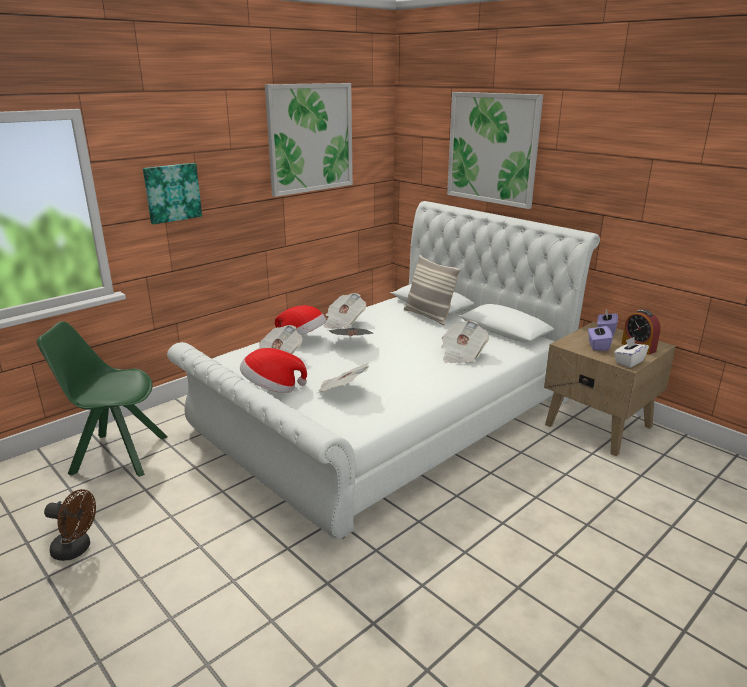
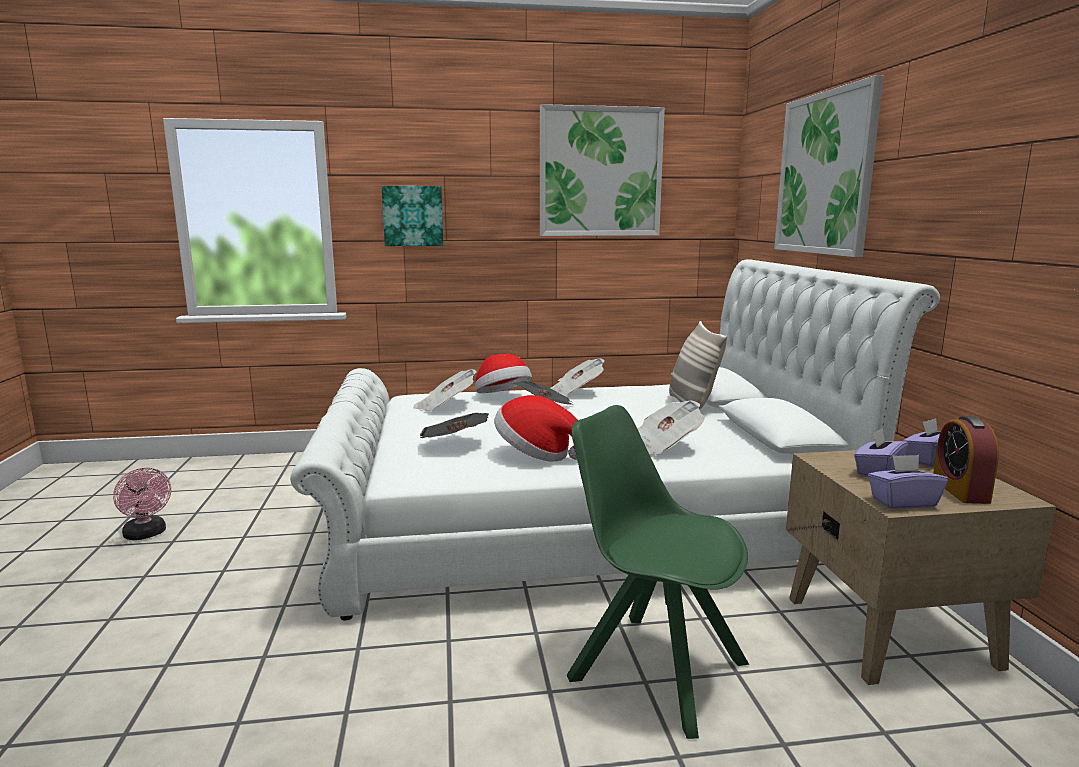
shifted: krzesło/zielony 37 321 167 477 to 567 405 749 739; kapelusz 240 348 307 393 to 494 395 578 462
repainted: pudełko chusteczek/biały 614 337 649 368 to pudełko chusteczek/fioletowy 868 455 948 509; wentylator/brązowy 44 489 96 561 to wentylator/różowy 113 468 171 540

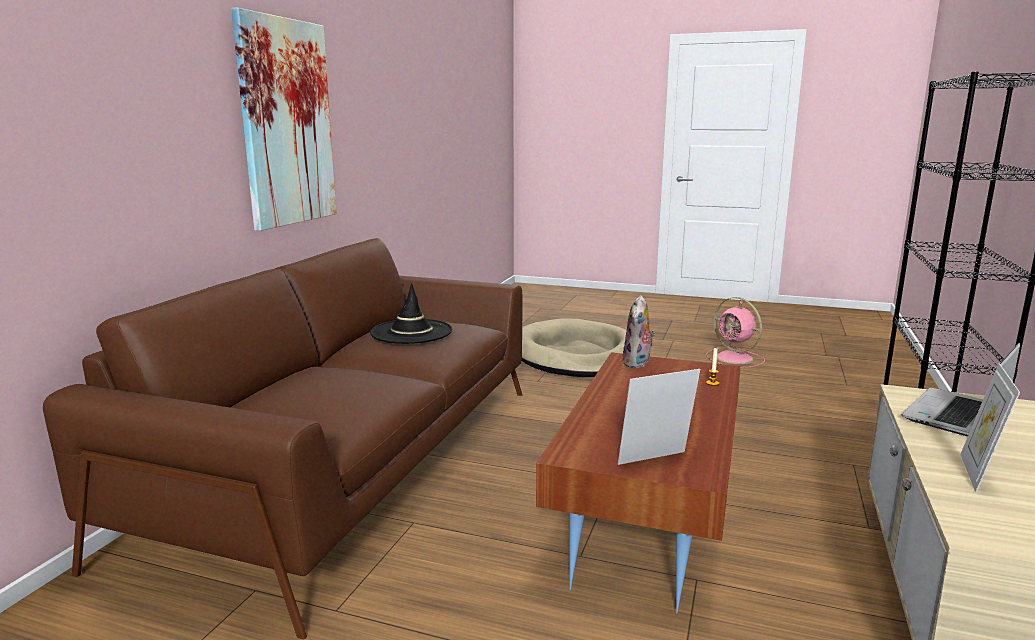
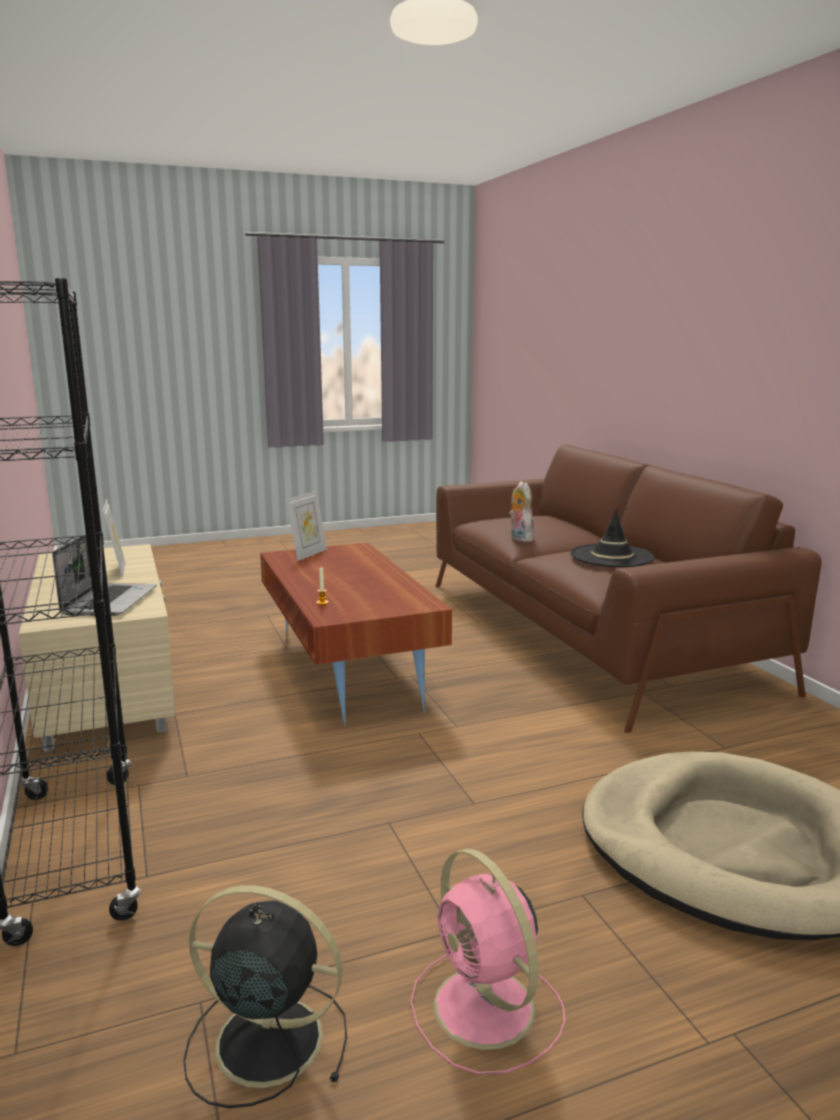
gone: obraz 231 8 337 231
new: wentylator/czarny 183 885 347 1108
shifted: pluszak 623 295 656 368 to 509 481 536 542
rotated: wentylator/różowy 706 297 765 368 = 410 849 565 1075 135 degrees counterclockwise

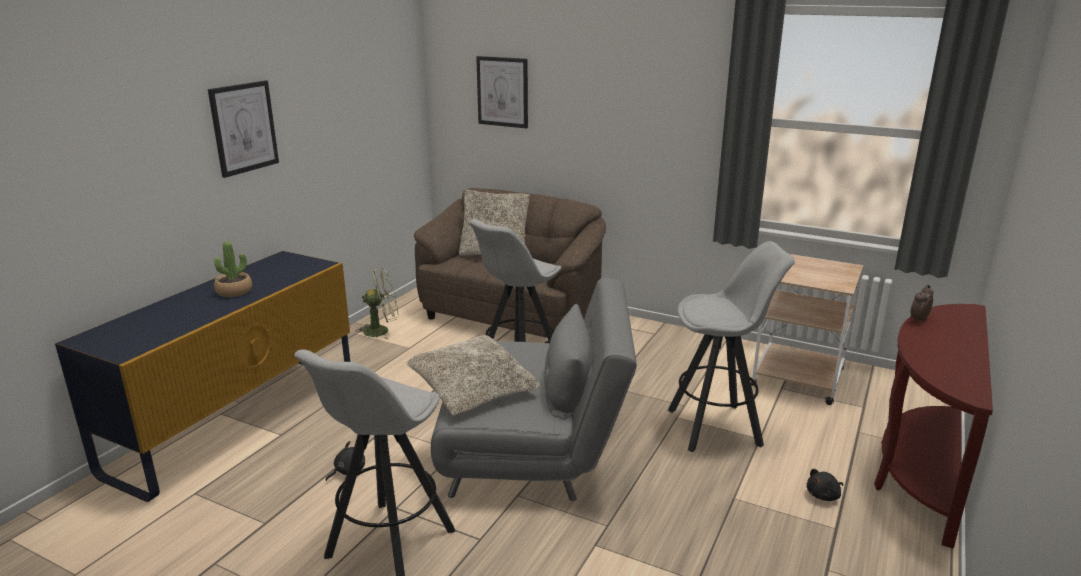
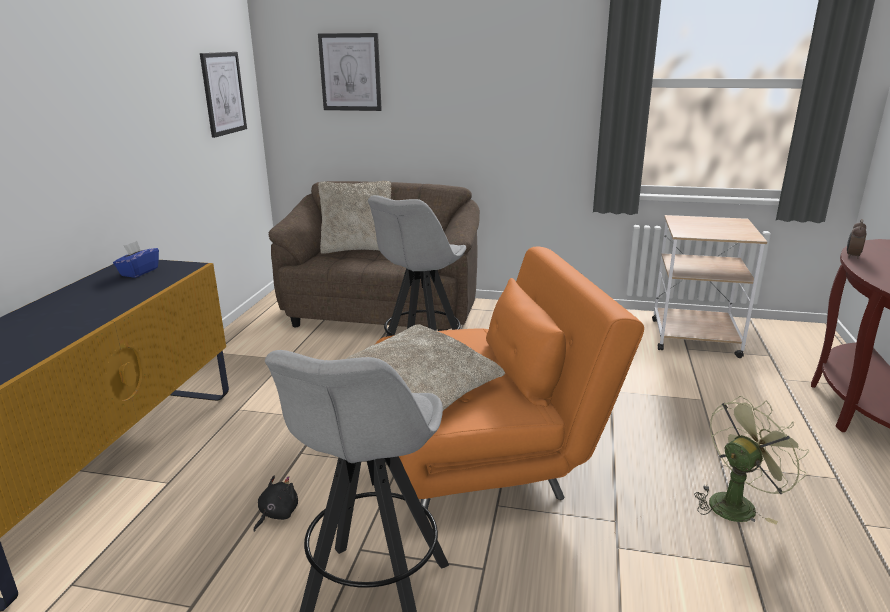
gone: roślina doniczkowa 214 241 252 297; stołek/szary 668 241 795 452; pluszak/czarny 807 469 844 501
new: pudełko chusteczek/niebieski 113 241 159 278
shifted: obraz 208 80 279 178 to 200 52 247 138; wentylator/zielony 355 268 398 340 to 694 396 809 525
repainted: fotel/szary 431 278 637 501 to fotel/pomarańczowy 375 247 644 510

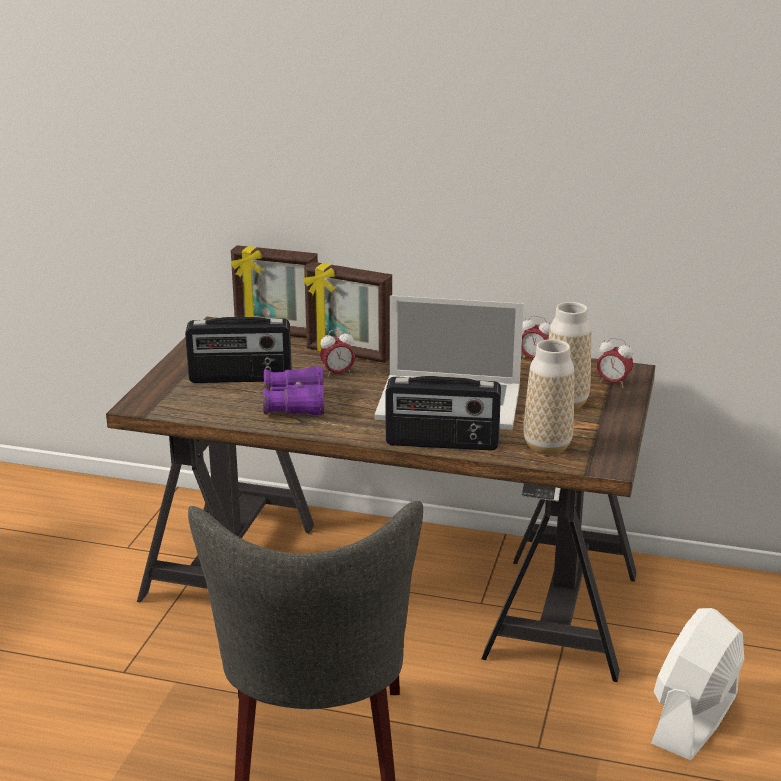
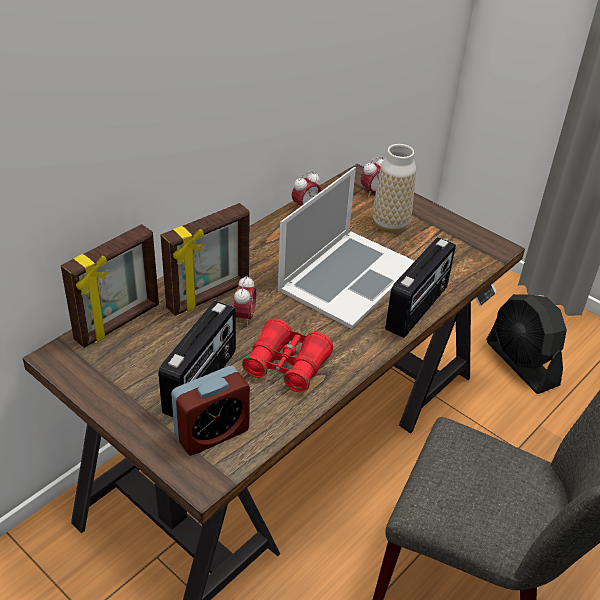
gone: wazon 524 339 574 455
new: budzik 171 366 250 456
repainted: lornetka/fioletowy 263 366 324 415 to lornetka/czerwony 242 318 333 393; wentylator/biały 651 608 744 760 to wentylator/czarny 486 294 567 394

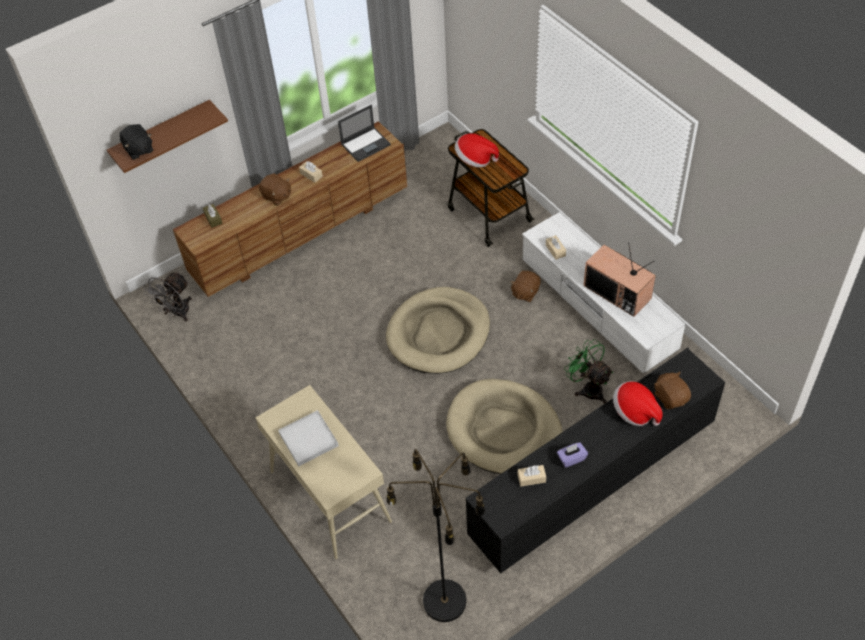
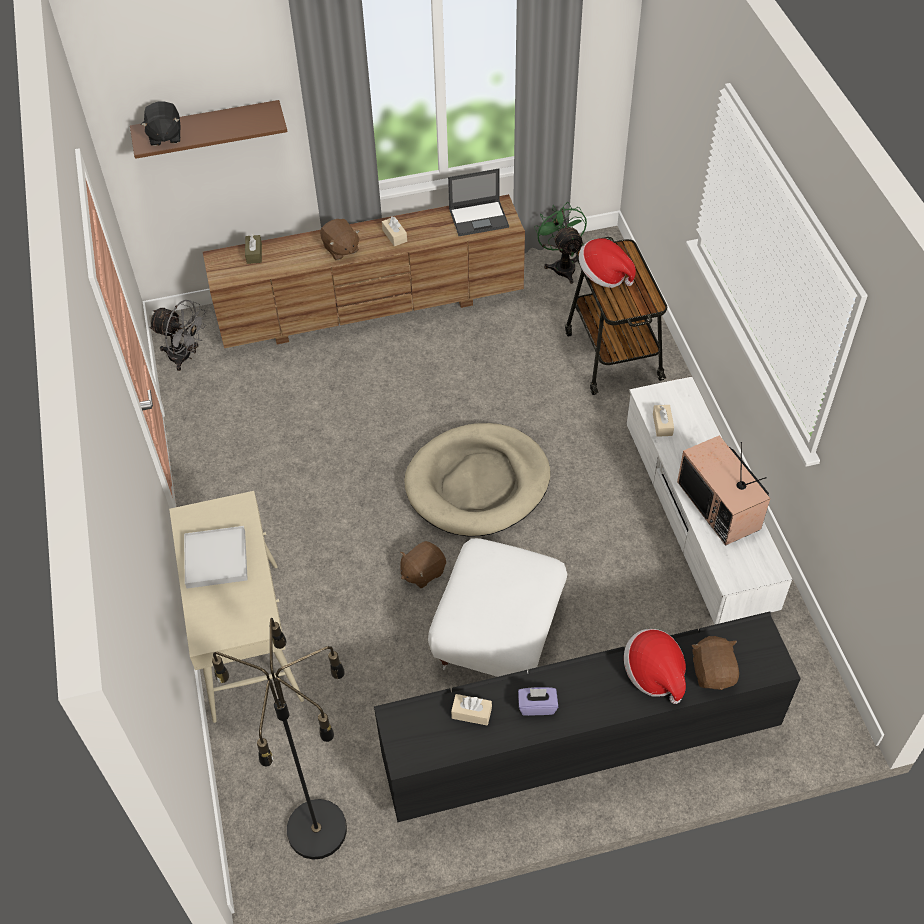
shifted: pluszak/brązowy 510 271 541 302 to 400 541 446 588; wentylator/zielony 564 339 613 404 to 534 202 587 284
swapped: legowisko/beżowy 446 379 562 474 to pufa/biały 428 538 567 677
rotated: wentylator/szary 143 272 192 321 = 149 300 206 371 120 degrees counterclockwise

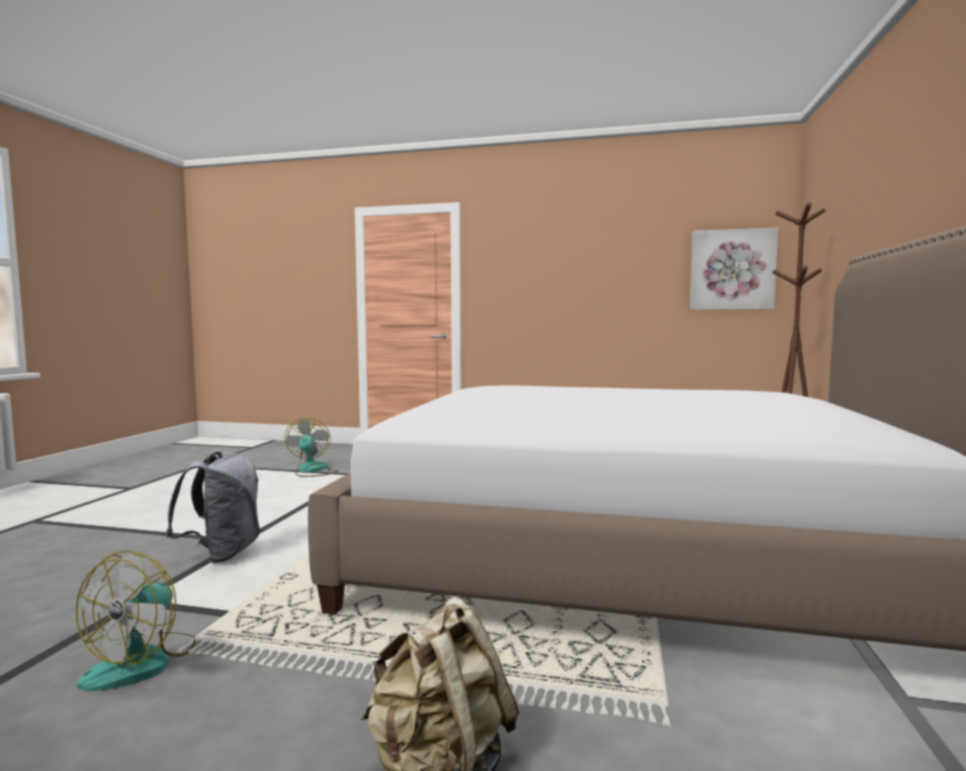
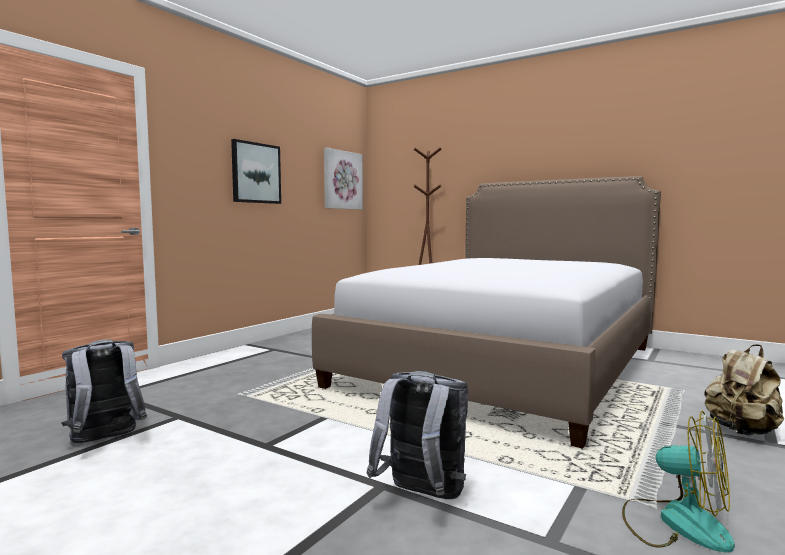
new: obraz 231 139 281 204
swapped: wentylator 284 418 338 477 to plecak/szary 62 339 147 443

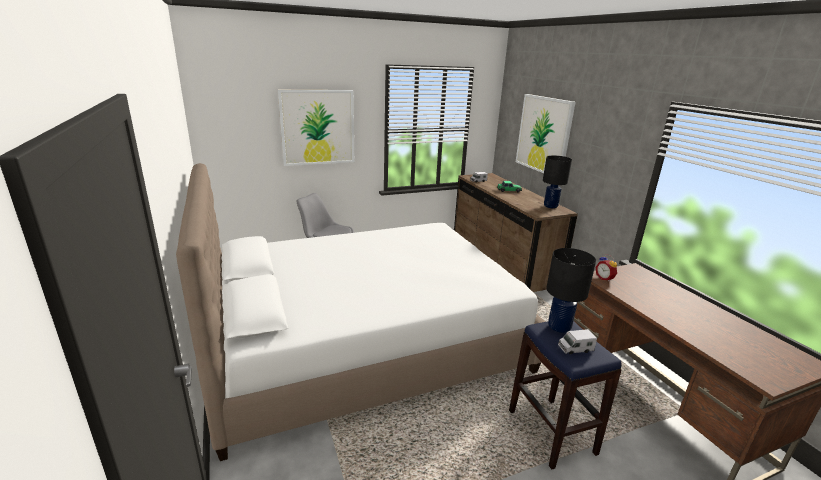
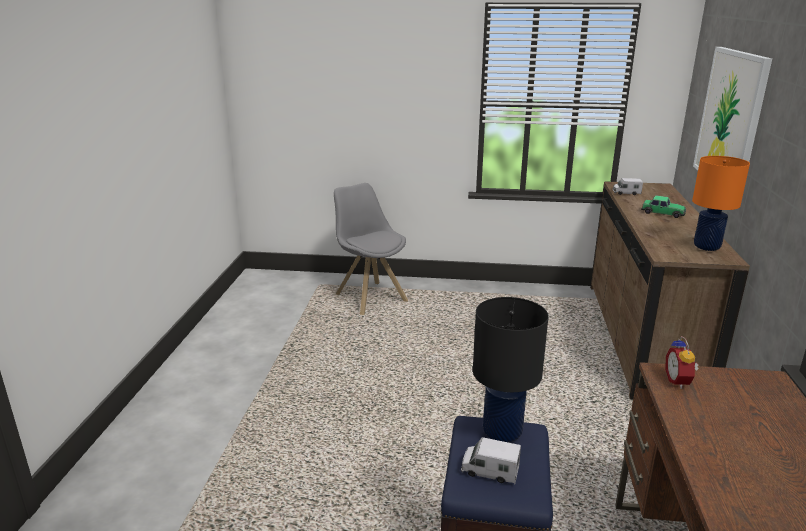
gone: obraz 278 90 354 166; łóżko/biały 176 163 545 461
repainted: lampa stołowa/czarny 543 156 572 208 to lampa stołowa/pomarańczowy 692 156 750 251

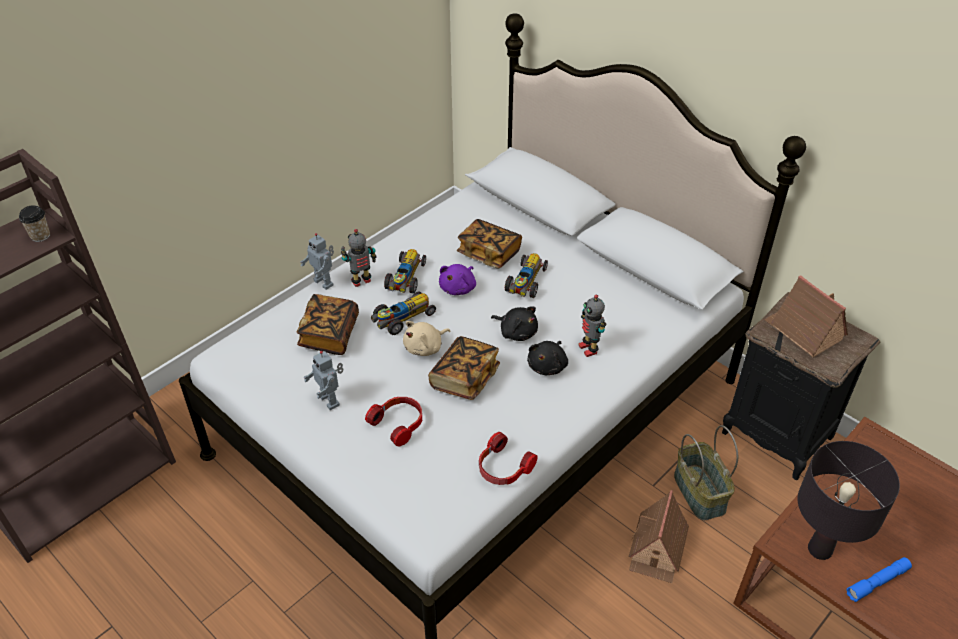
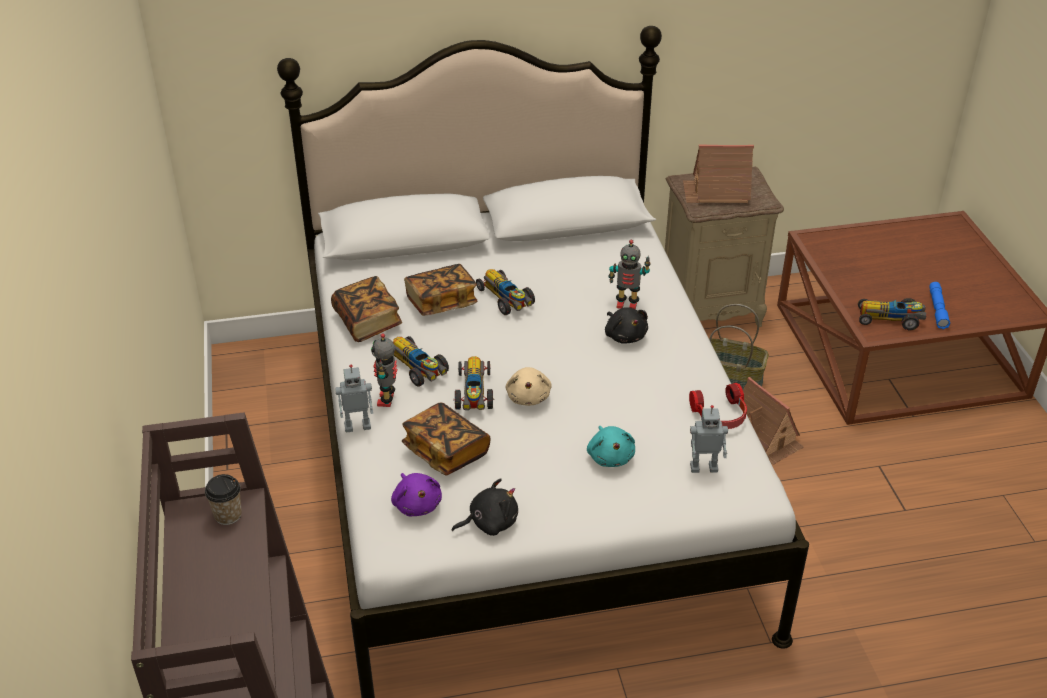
shifted: pluszak/fioletowy 439 264 476 295 to 391 473 442 516; pluszak/czarny 491 306 538 341 to 452 478 518 536; książka 428 336 500 400 to 331 276 402 342; robot zabawkowy 304 351 343 410 to 690 405 728 473
swapped: słuchawki 365 397 422 446 to pluszak/turkusowy 587 426 635 467; lampa stołowa/czarny 798 441 900 560 to samochodzik 858 298 927 330
repainted: szafka nocna/czarny 722 292 880 480 to szafka nocna/beżowy 665 166 784 327

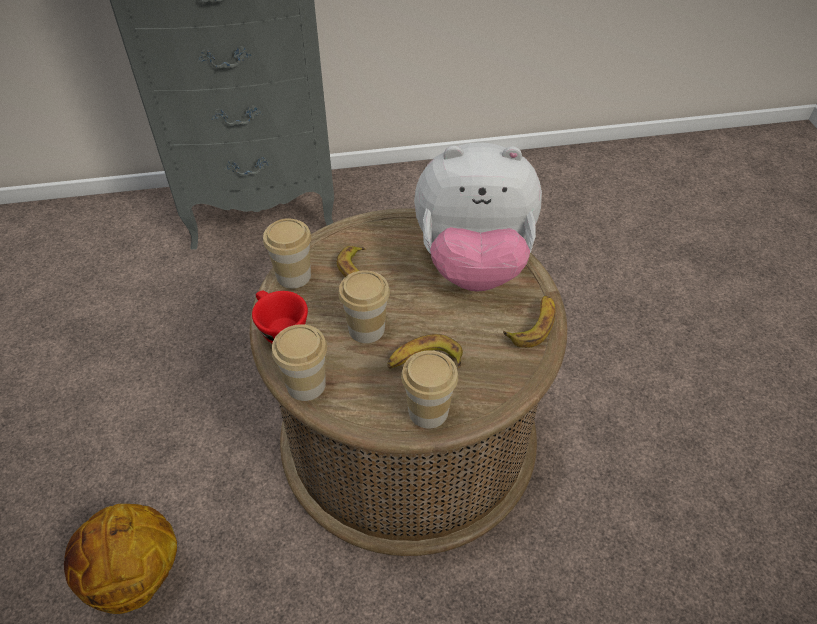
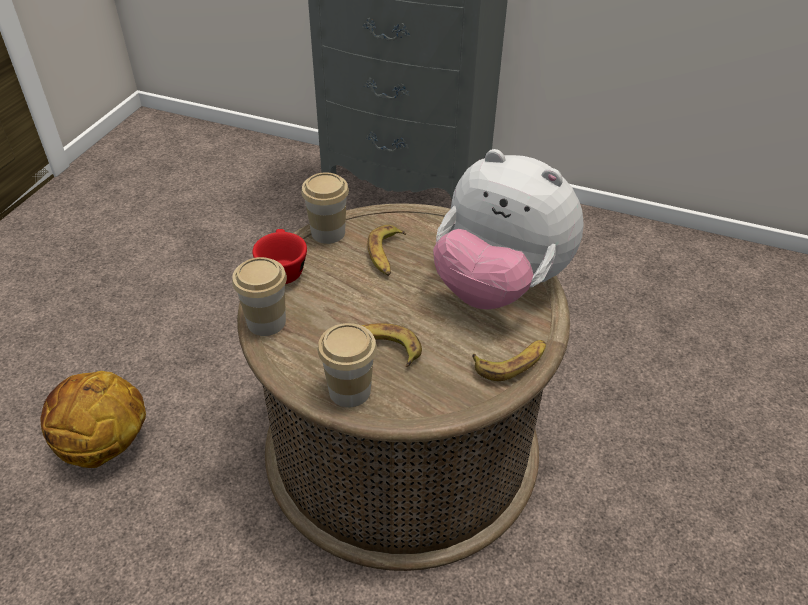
gone: filiżanka 338 270 390 343

